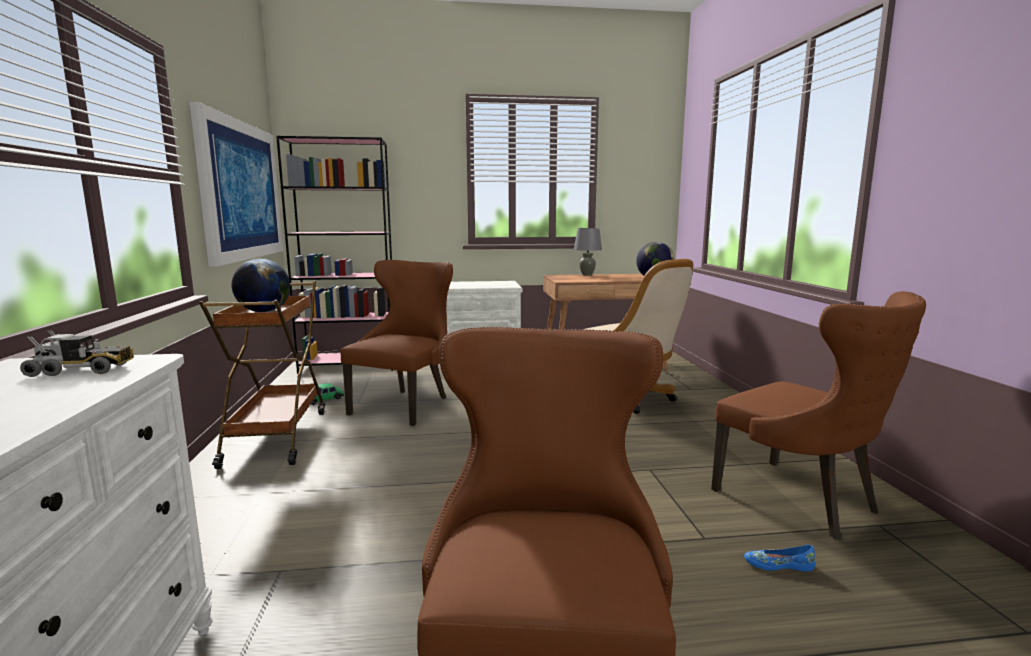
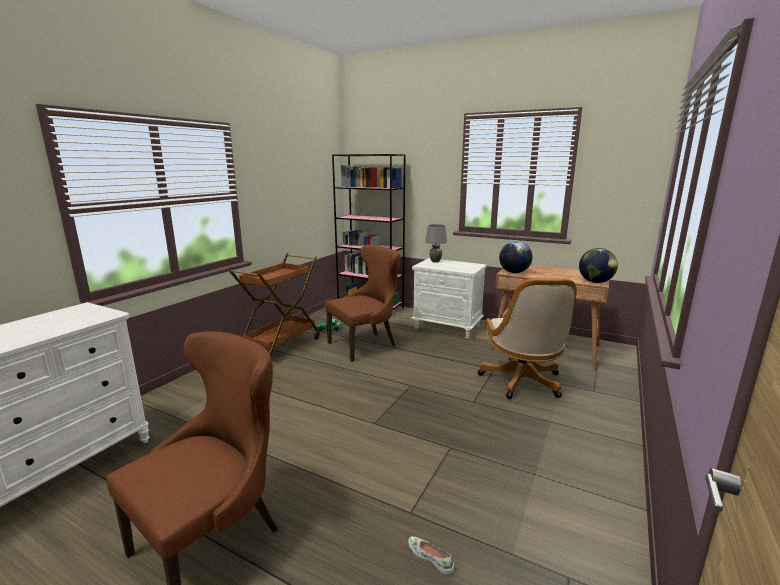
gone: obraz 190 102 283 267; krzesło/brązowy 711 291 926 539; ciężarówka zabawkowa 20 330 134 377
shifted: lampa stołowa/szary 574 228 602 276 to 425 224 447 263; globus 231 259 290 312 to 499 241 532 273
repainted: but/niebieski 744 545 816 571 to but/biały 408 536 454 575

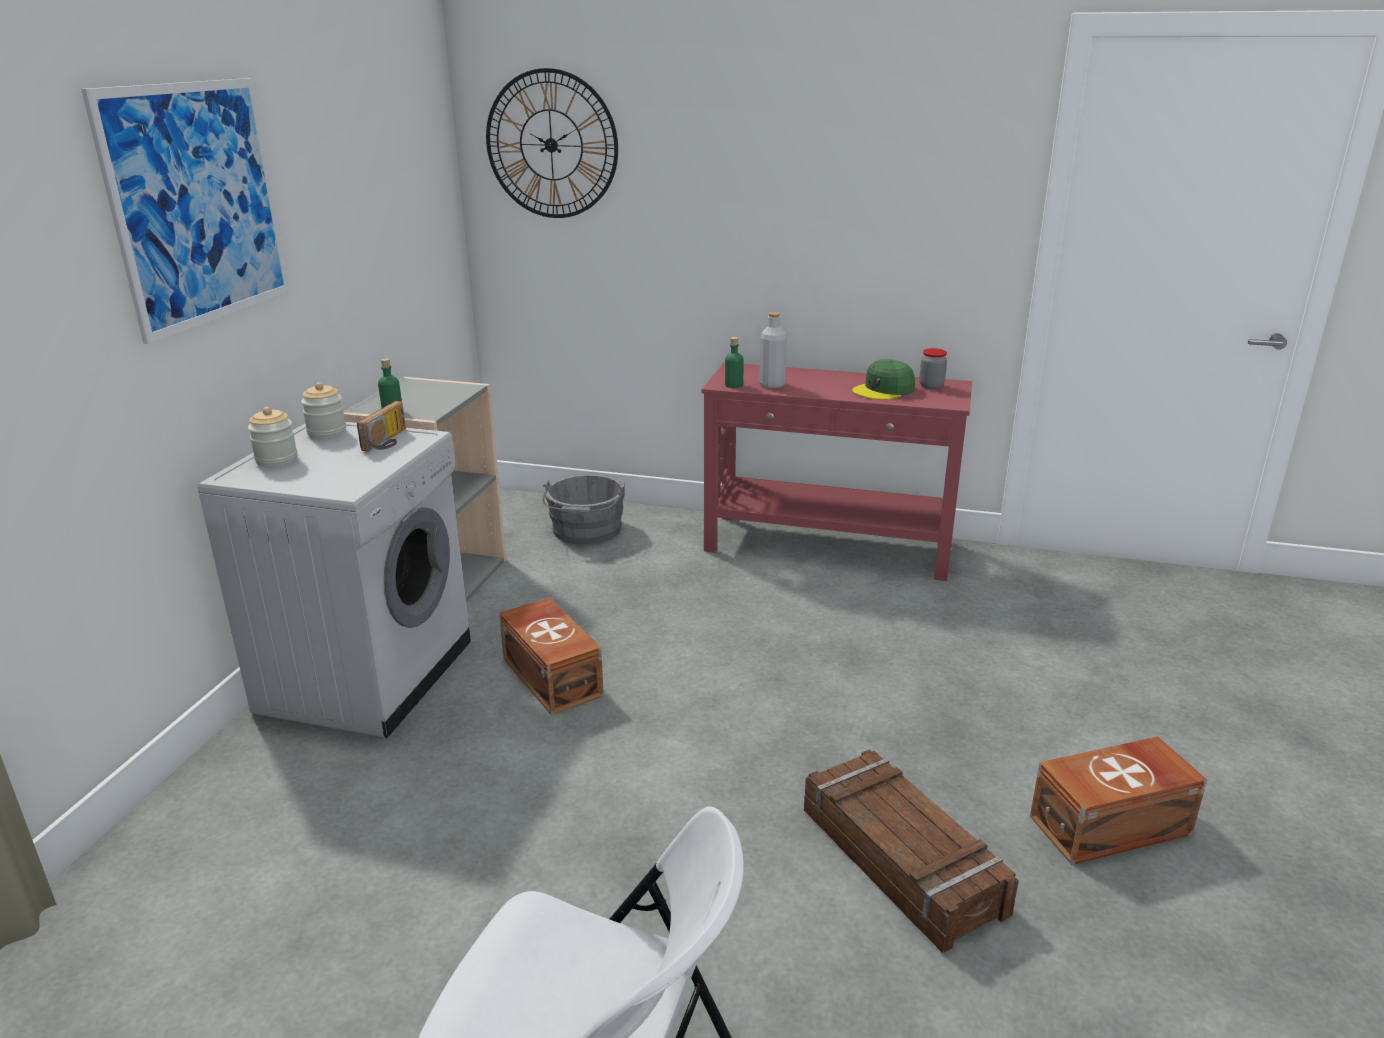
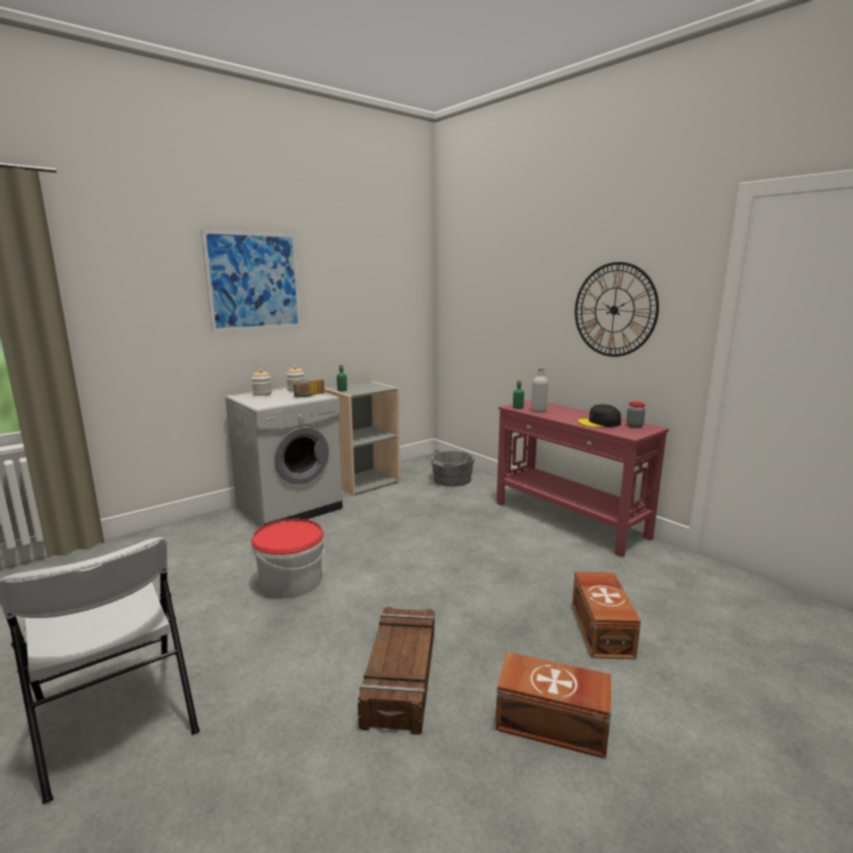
new: wiadro 251 519 325 599
shifted: zegar ścienny 486 68 618 218 to 575 262 659 357; pojemnik do przechowywania/brązowy 499 598 604 715 to 572 572 641 659
repainted: czapka z daszkiem/zielony 853 359 915 400 to czapka z daszkiem/czarny 578 404 621 427

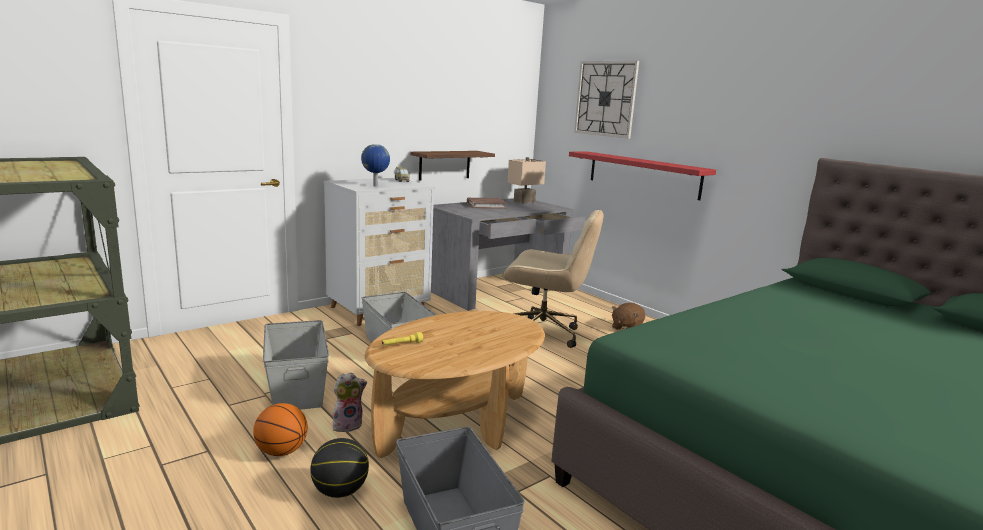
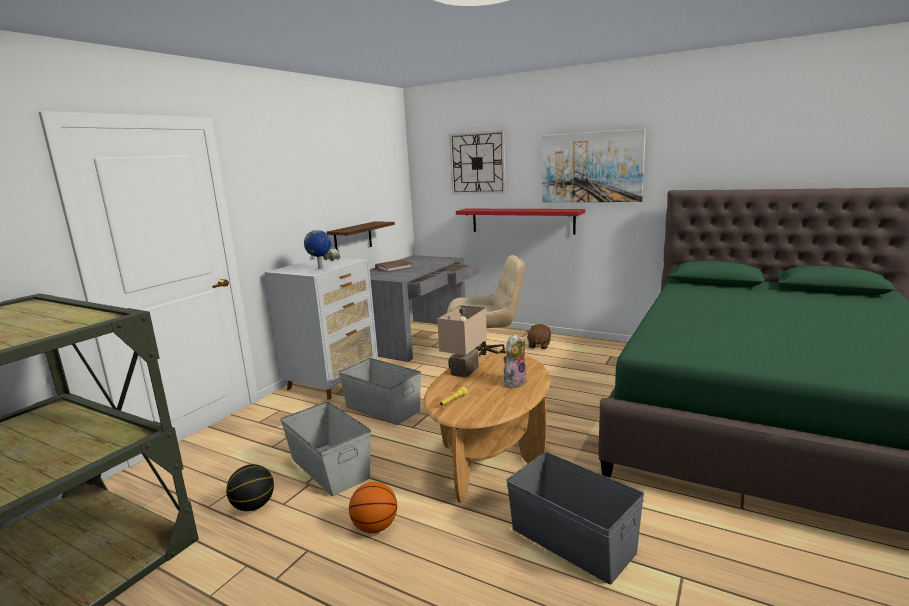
new: obraz 542 129 646 202
shifted: lampa stołowa/beżowy 507 157 546 204 to 437 305 487 378; pluszak 332 372 367 434 to 503 334 526 388; piłka do koszykówki 310 438 369 498 to 226 464 274 511

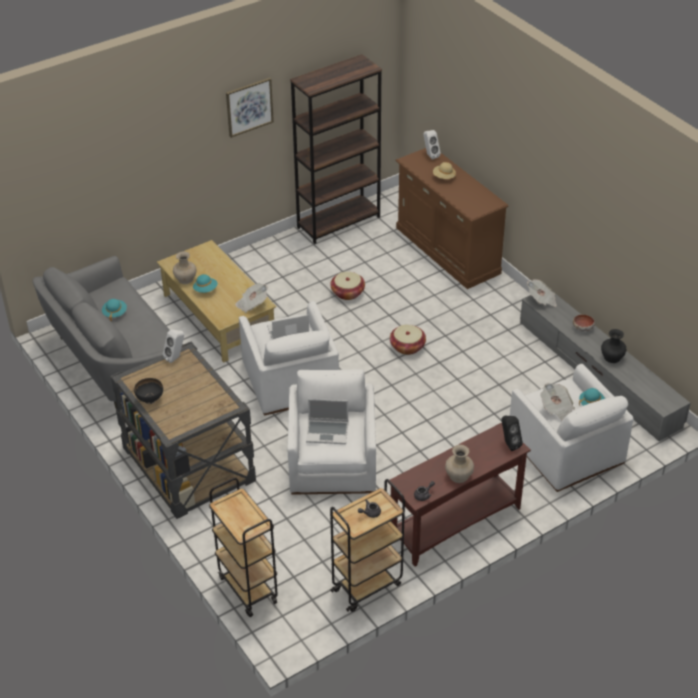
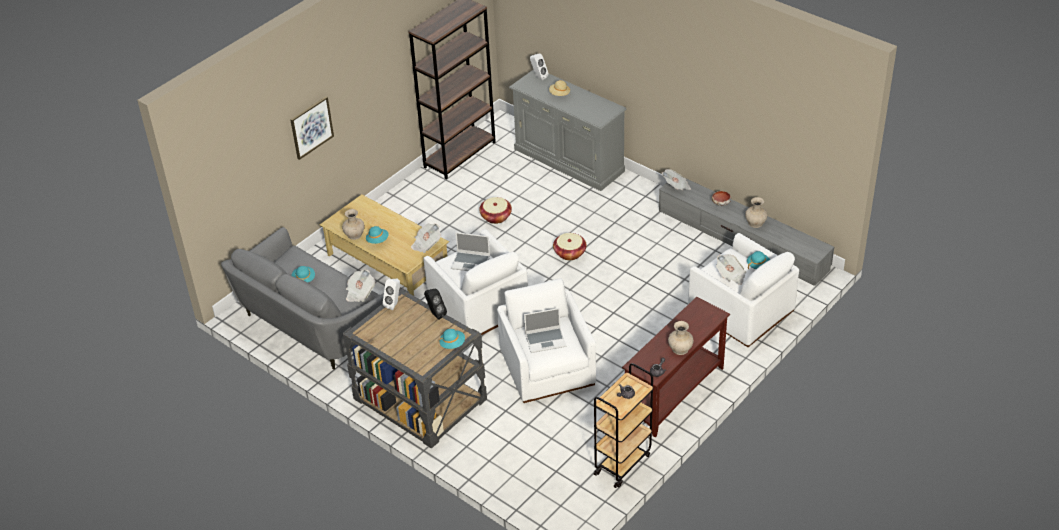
gone: miska/czarny 134 378 163 404; wózek/brązowy 209 478 278 617
new: gazeta 346 270 375 302; kapelusz/turkusowy 439 329 465 349
shifted: obraz 226 78 274 138 to 290 96 334 160; głośnik/czarny 501 416 523 451 to 424 289 447 320
repainted: szafka/brązowy 395 148 508 289 to szafka/szary 509 69 627 191; wazon/czarny 601 329 627 363 to wazon/beżowy 745 197 768 228
rotated: laptop 267 314 309 340 = 451 232 490 271 135 degrees counterclockwise

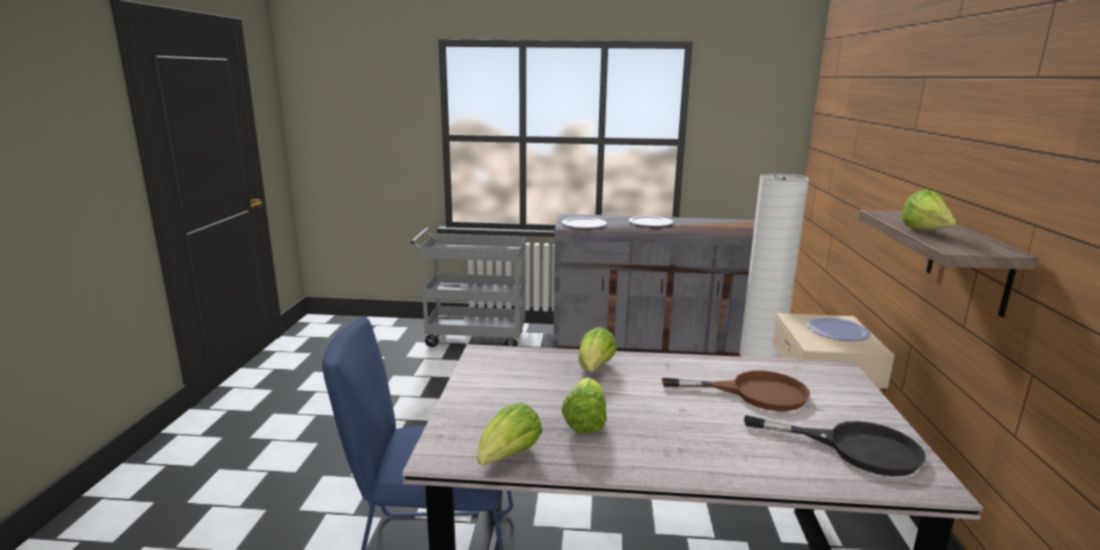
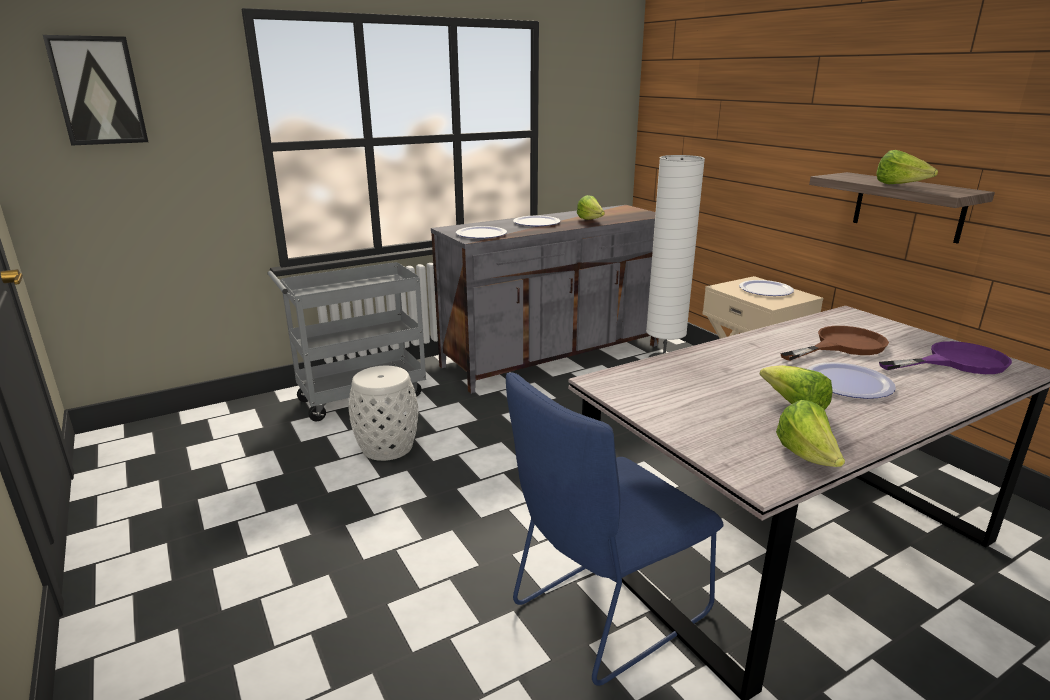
new: obraz 43 35 148 146; talerz 807 362 896 399; stołek/biały 349 366 418 461
shifted: sałata 579 327 617 372 to 577 195 605 220
repainted: patelnia/czarny 744 415 926 476 to patelnia/fioletowy 879 341 1012 374

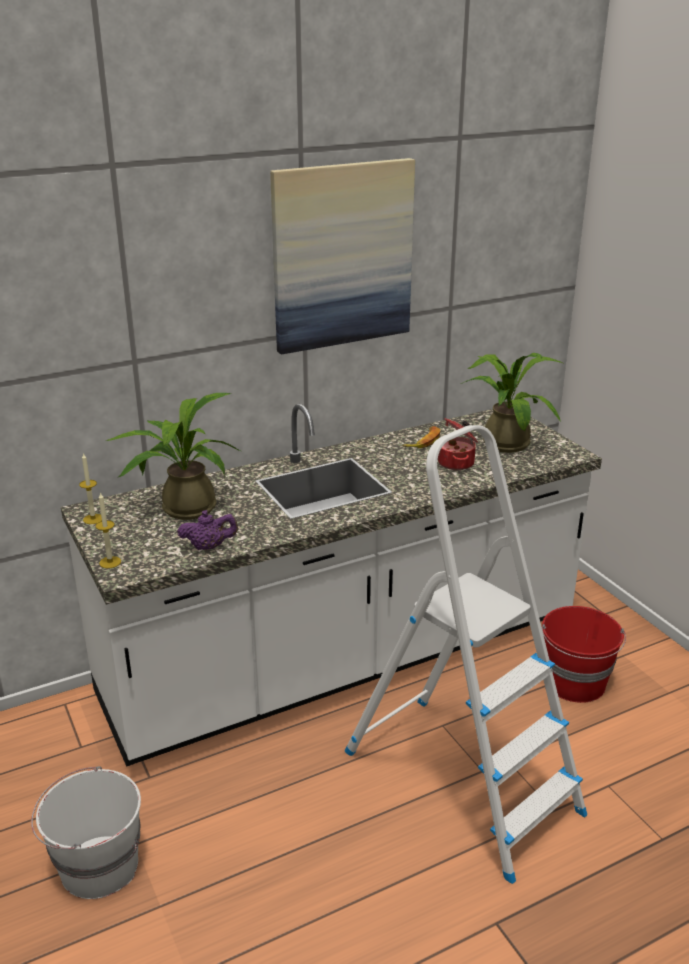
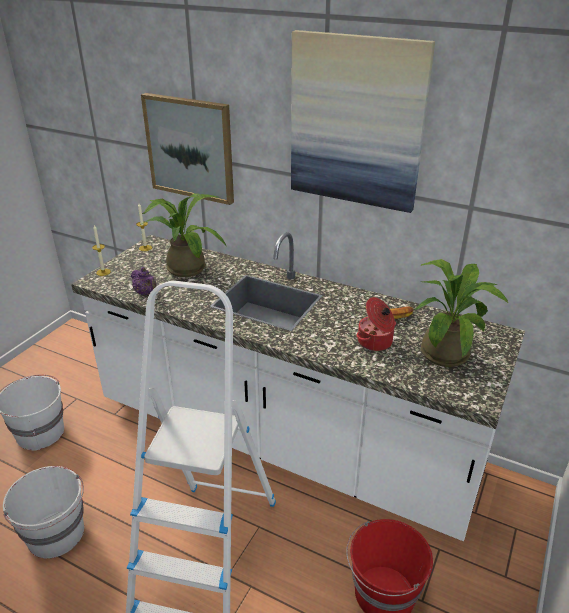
new: obraz 141 93 234 205; wiadro/biały 3 466 84 558

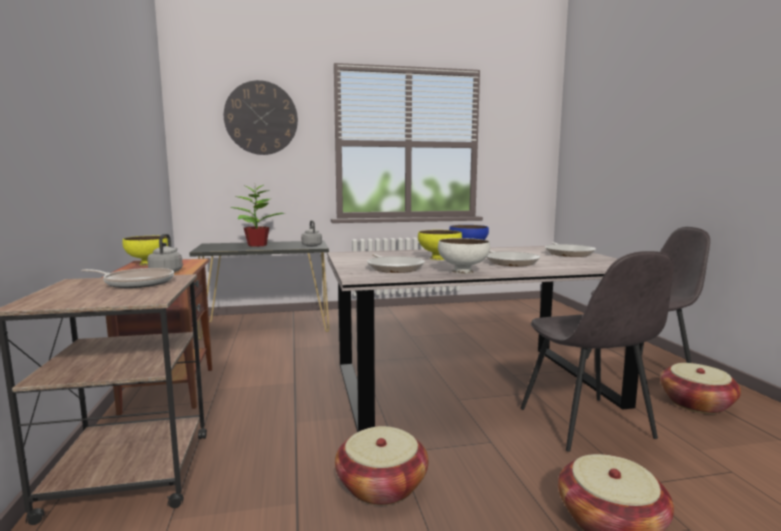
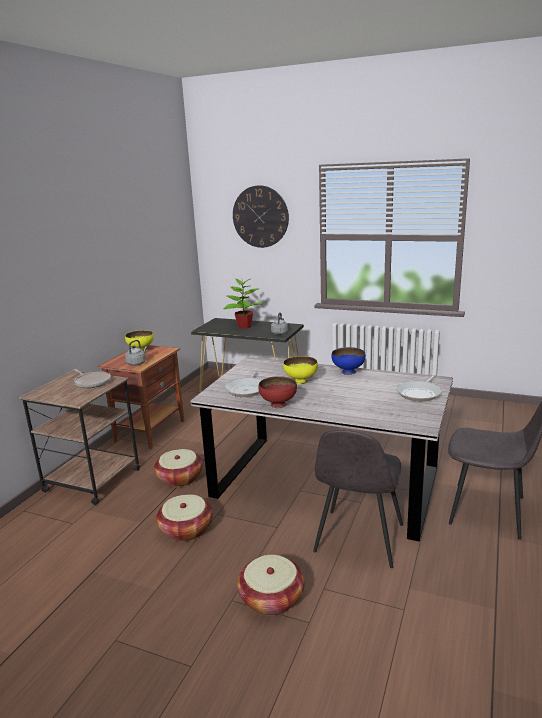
gone: patelnia 486 250 541 266
shifted: koszyk 660 363 741 414 to 154 449 203 487
repainted: miska/biały 438 238 490 274 to miska/czerwony 258 376 297 408

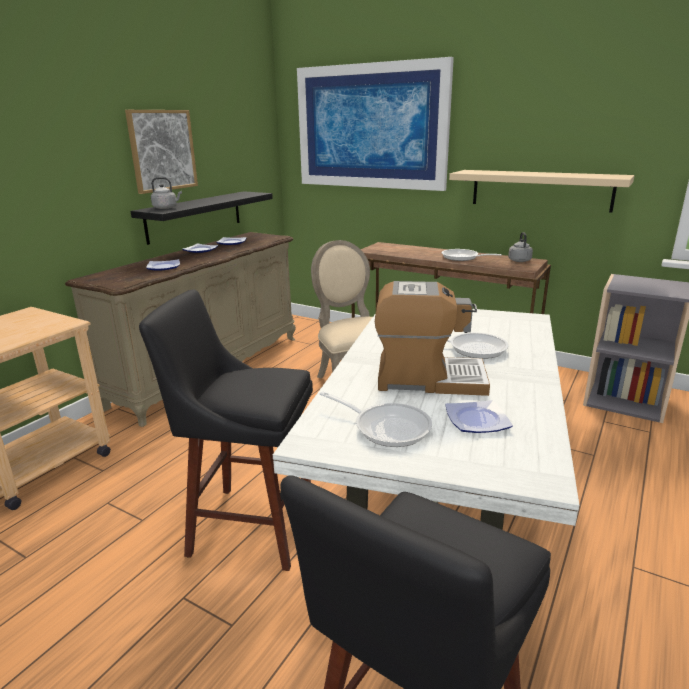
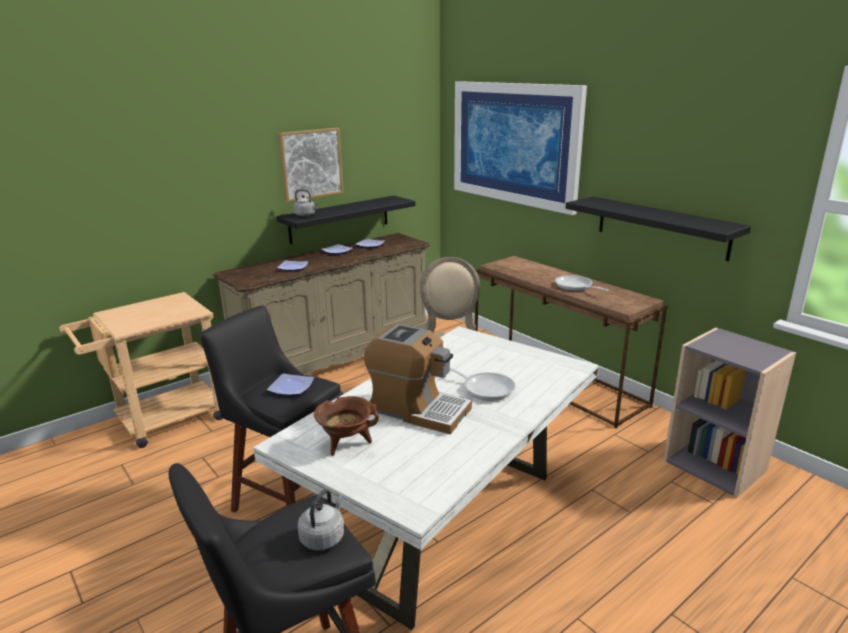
shifted: czajnik/szary 508 232 533 262 to 298 489 344 550; talerz 445 400 513 433 to 267 374 314 396
swapped: patelnia 320 392 432 447 to garnek/brązowy 314 396 379 456
repainted: półka/beżowy 449 170 635 212 to półka/czarny 565 196 751 262

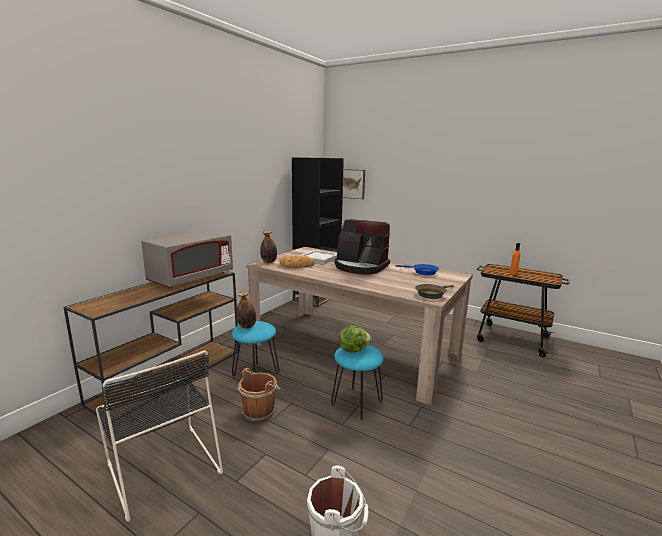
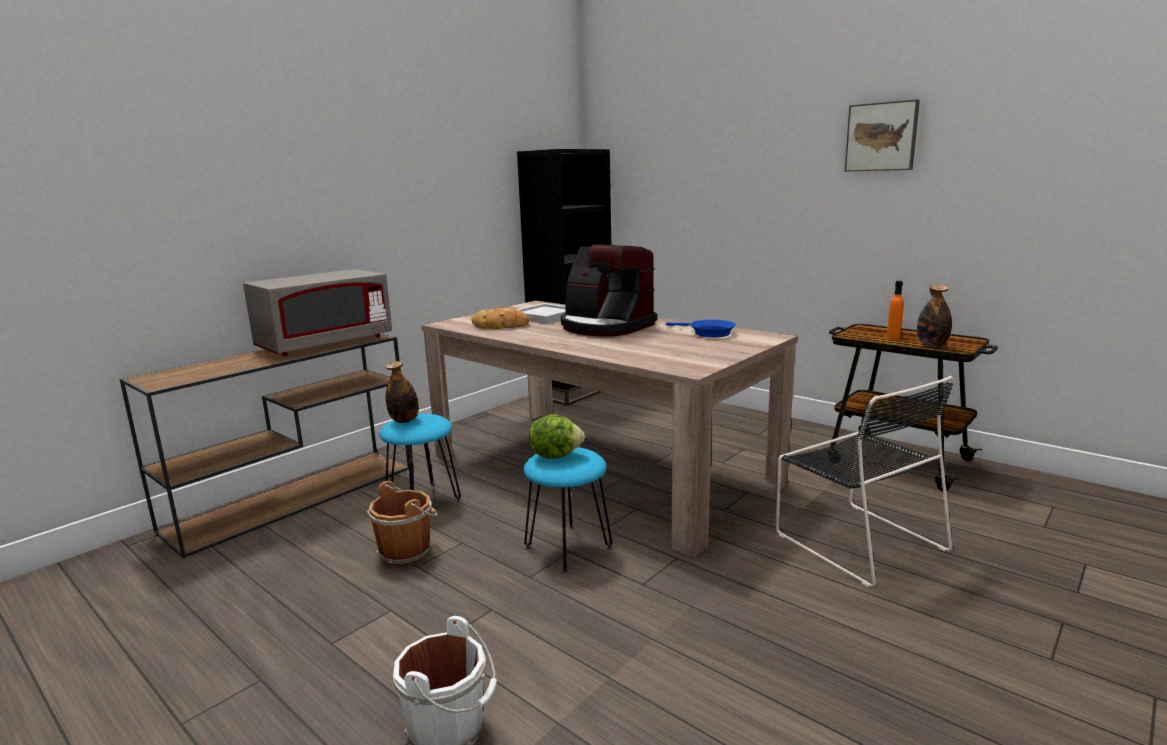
gone: patelnia/brązowy 415 284 454 299
shifted: obraz 343 169 365 199 to 845 99 920 172; butelka 260 230 277 263 to 917 285 952 346; krzesło/czarny 96 350 223 522 to 776 376 953 587

